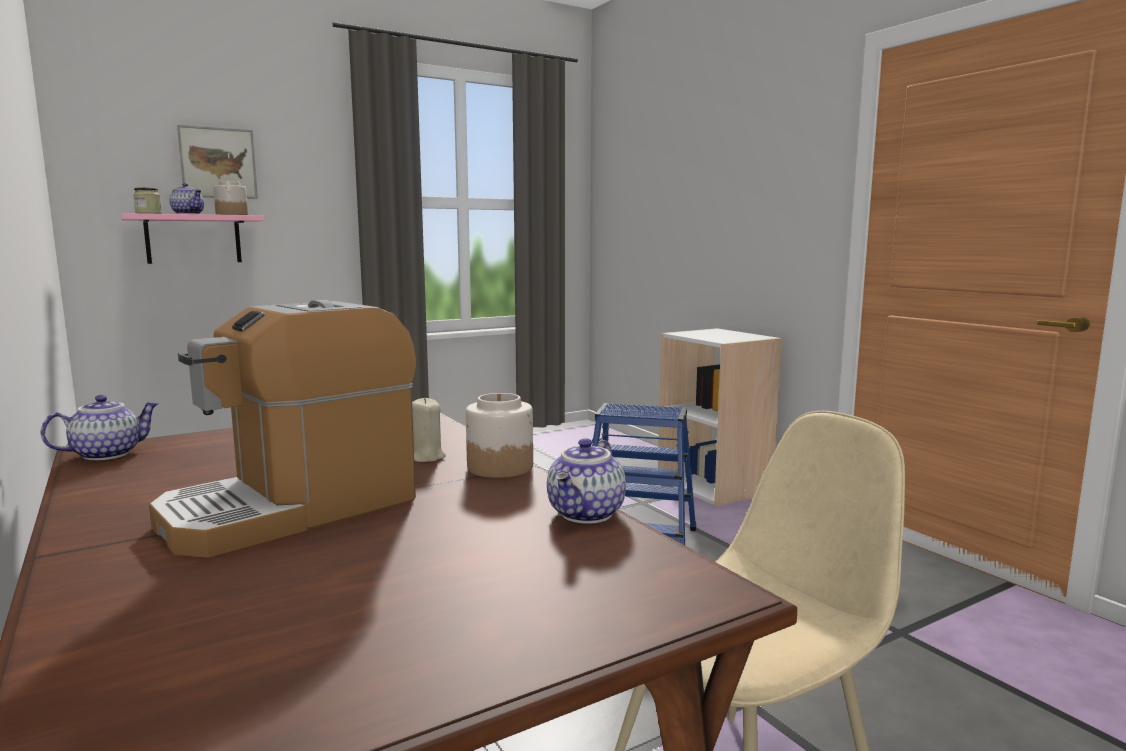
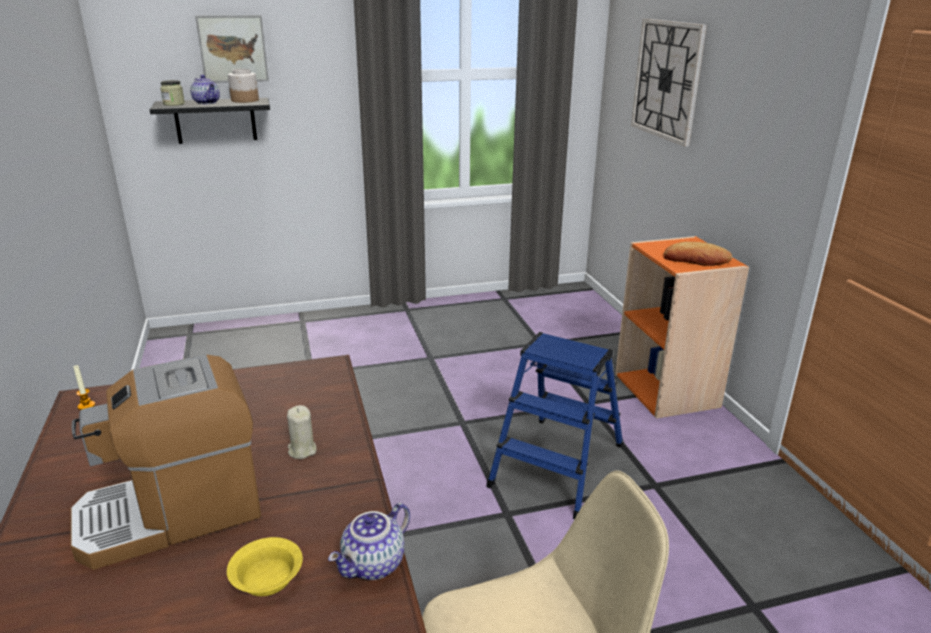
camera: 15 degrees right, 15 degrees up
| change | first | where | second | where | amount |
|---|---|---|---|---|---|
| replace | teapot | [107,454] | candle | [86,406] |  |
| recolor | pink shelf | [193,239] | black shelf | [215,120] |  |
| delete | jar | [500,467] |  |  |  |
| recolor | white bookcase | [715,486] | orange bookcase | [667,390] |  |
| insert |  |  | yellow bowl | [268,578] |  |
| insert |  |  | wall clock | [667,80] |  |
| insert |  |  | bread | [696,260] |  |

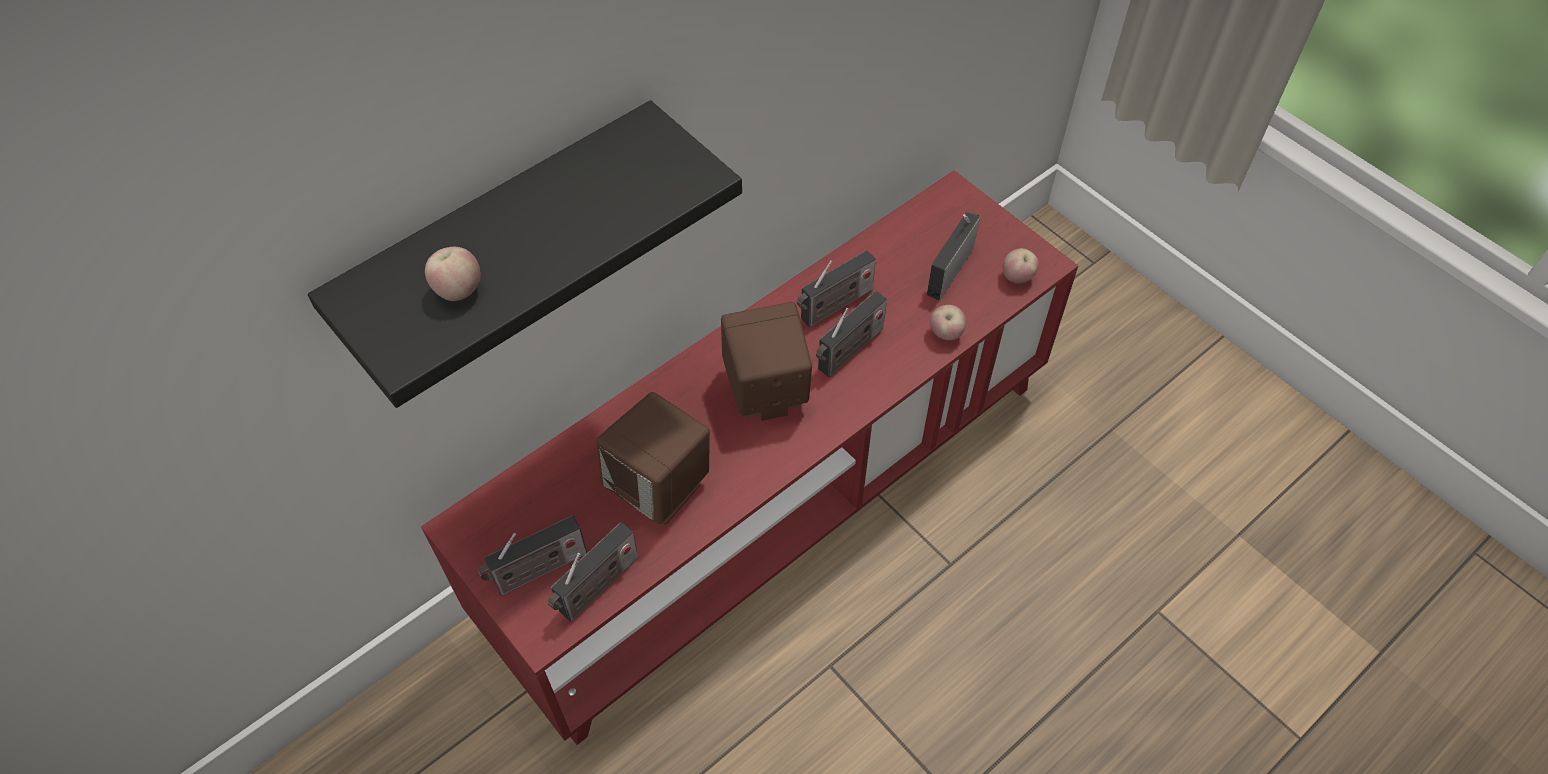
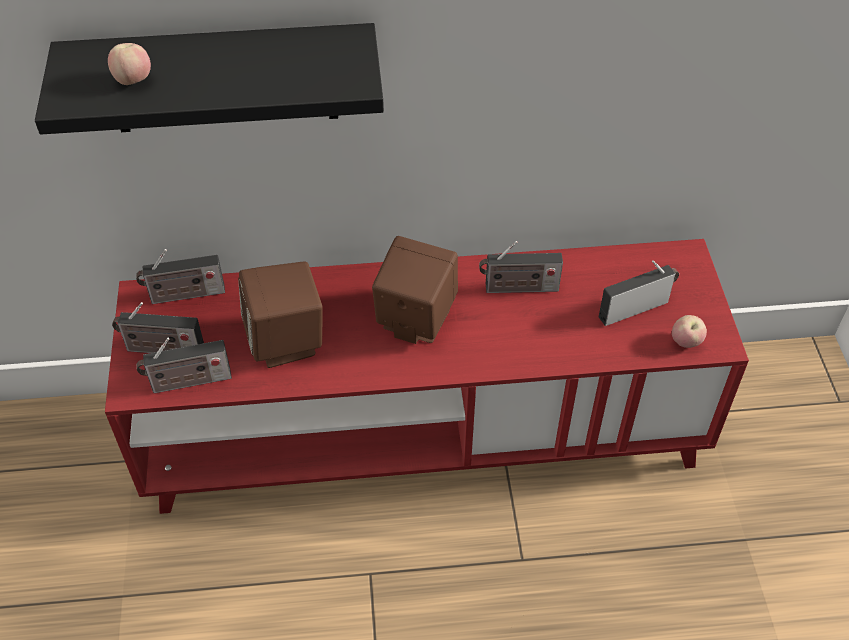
camera: 35 degrees right, 5 degrees down
| change | first | where | second | where | amount |
|---|---|---|---|---|---|
| move | radio | [849,352] |  | [184,295] |  |
| delete | apple | [945,334] |  |  |  |

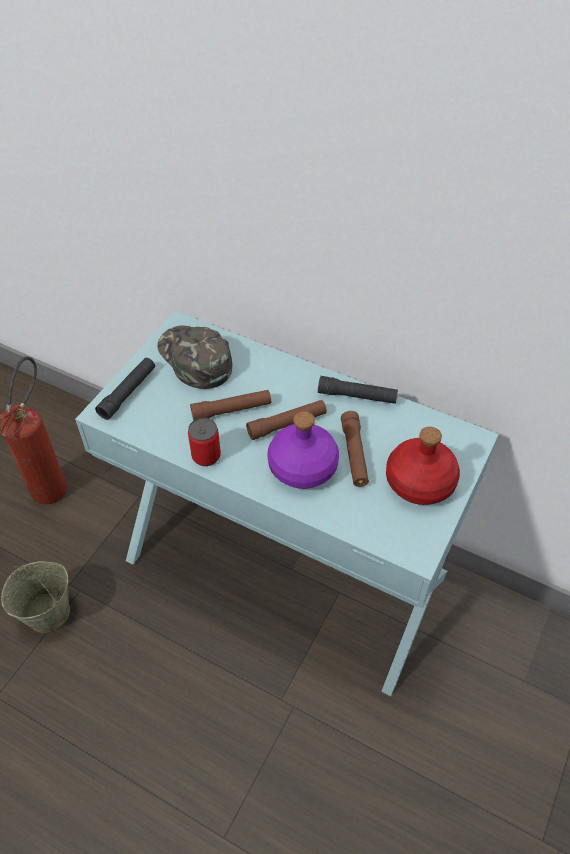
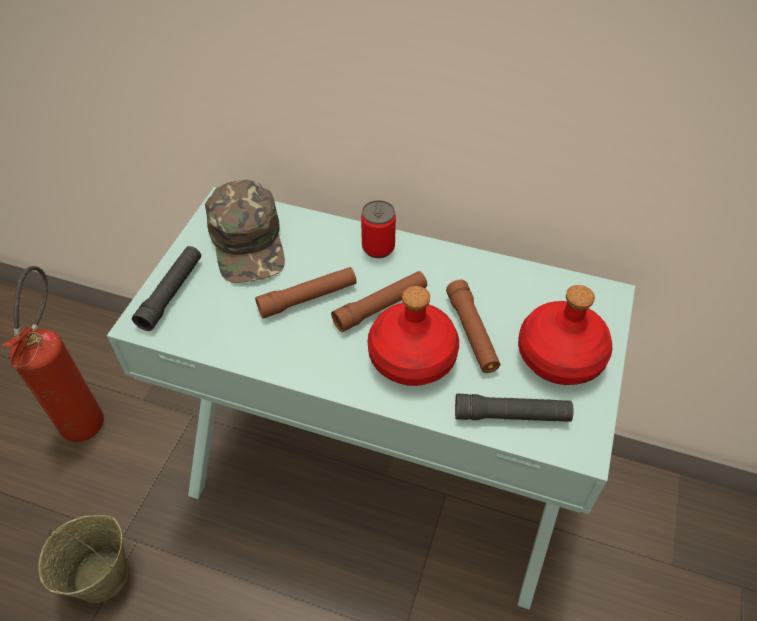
camera: 10 degrees left, 0 degrees up
| change | first | where | second | where | amount |
|---|---|---|---|---|---|
| rotate | green cap | [194,359] |  | [248,241] | 150 degrees counterclockwise |
| move | can | [206,456] |  | [378,247] |  |
| recolor | purple bottle | [302,467] | red bottle | [411,358] |  |
| move | black flashlight | [357,396] |  | [511,415] |  |

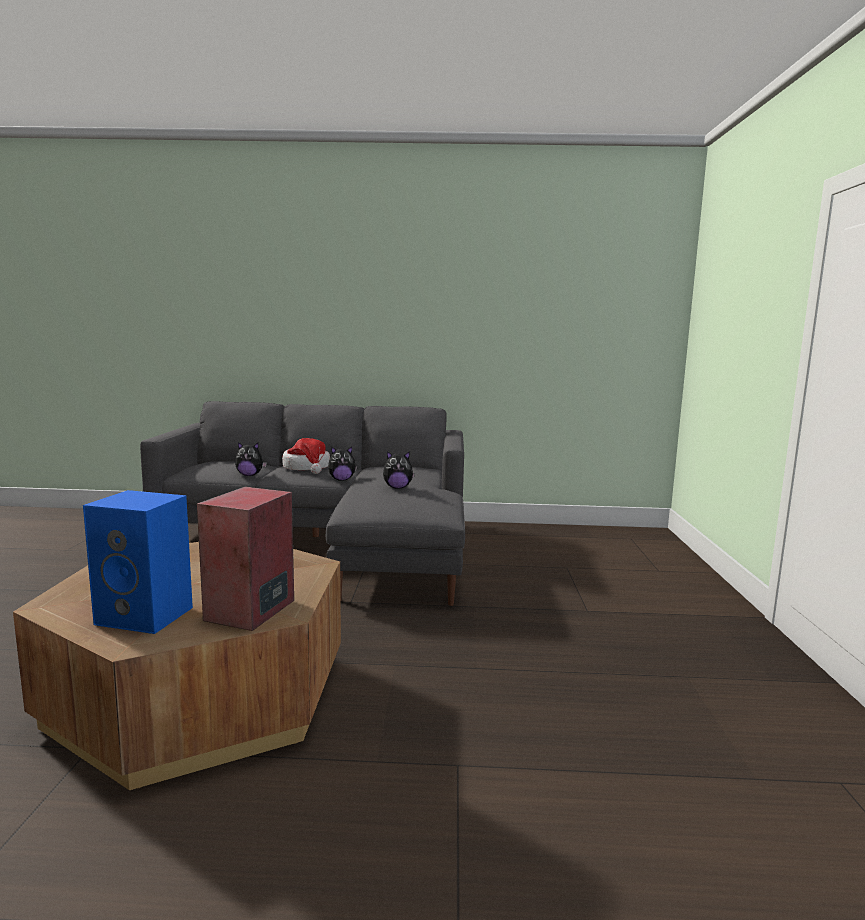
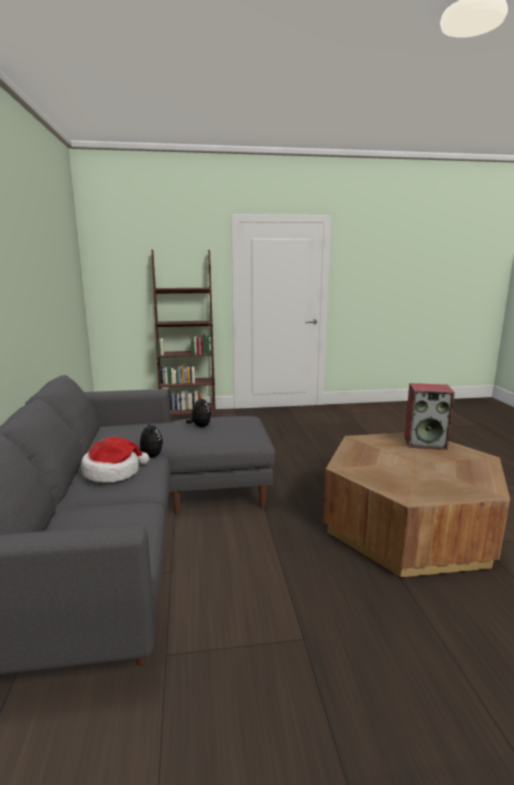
camera: 100 degrees left, 5 degrees up
| change | first | where | second | where | amount |
|---|---|---|---|---|---|
| delete | blue speaker | [147,615] |  |  |  |
| delete | plush toy | [250,475] |  |  |  |
| insert |  |  | brown bookcase | [188,416] |  |

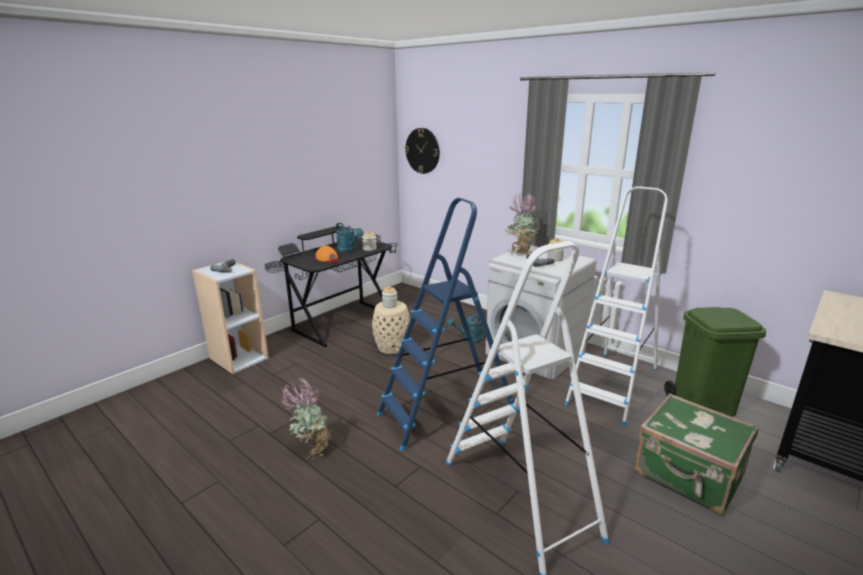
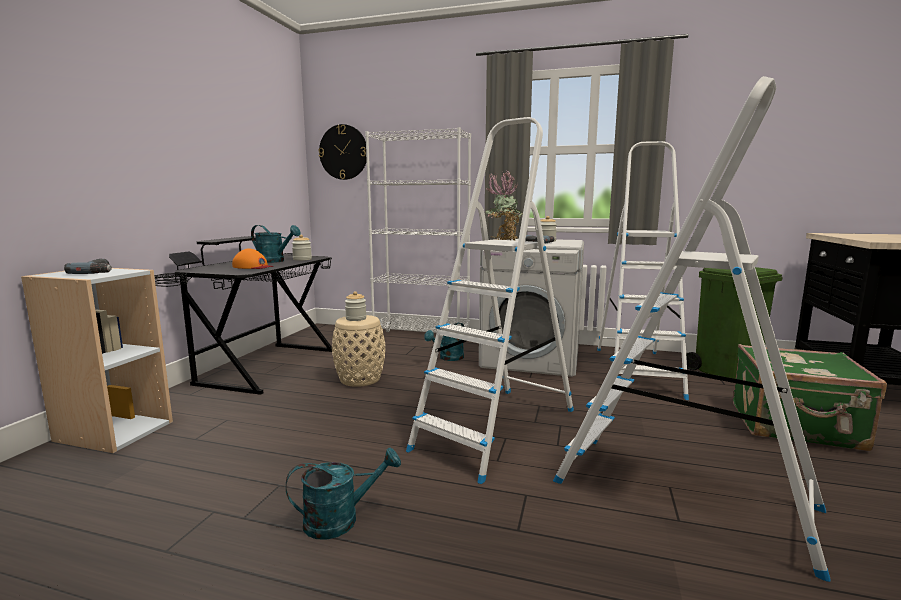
camera: 25 degrees left, 10 degrees down
| change | first | where | second | where | amount |
|---|---|---|---|---|---|
| replace | potted plant | [311,449] | turquoise watering can | [341,520] |  |
| recolor | blue step ladder | [446,413] | white step ladder | [497,429] |  |
| insert |  |  | white bookcase | [421,339] |  |

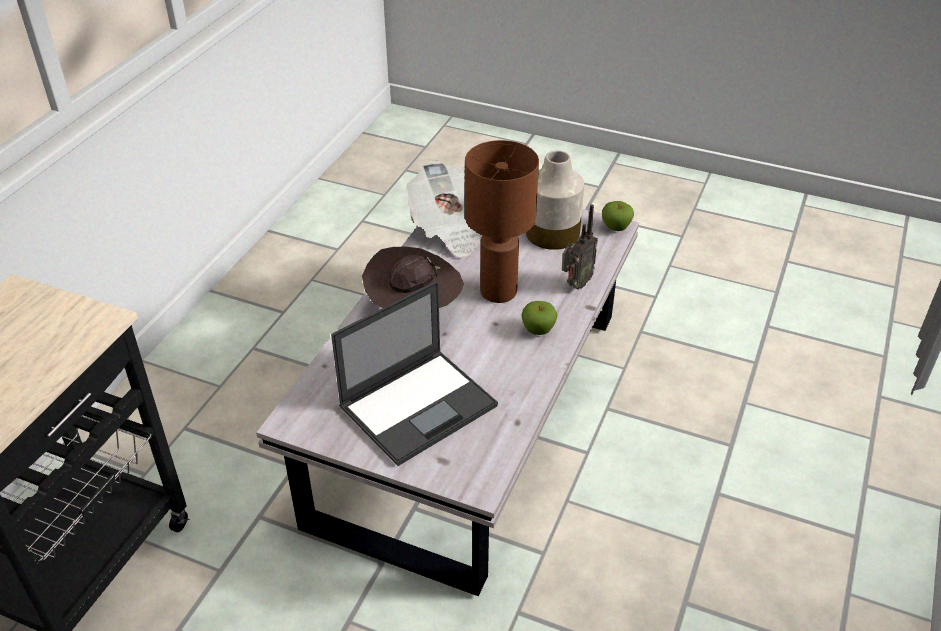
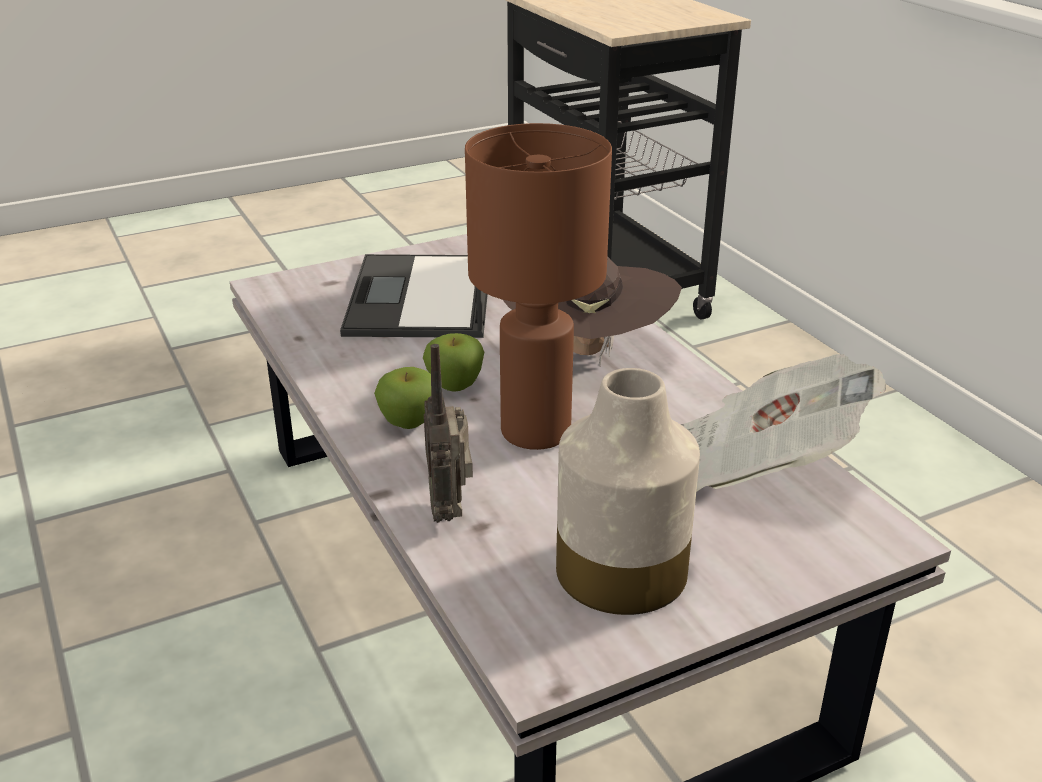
camera: 130 degrees right, 10 degrees down
| change | first | where | second | where | amount |
|---|---|---|---|---|---|
| move | apple | [616,228] |  | [455,386] |  |

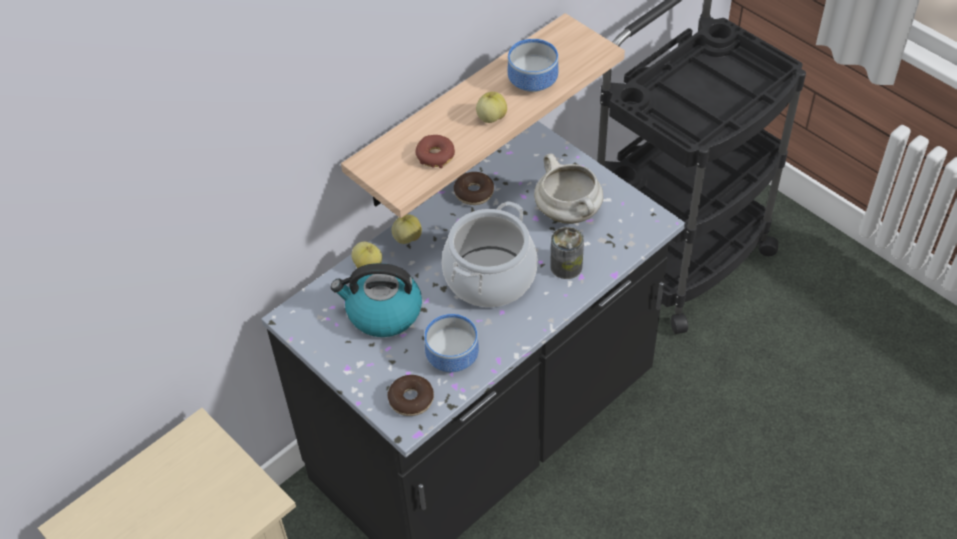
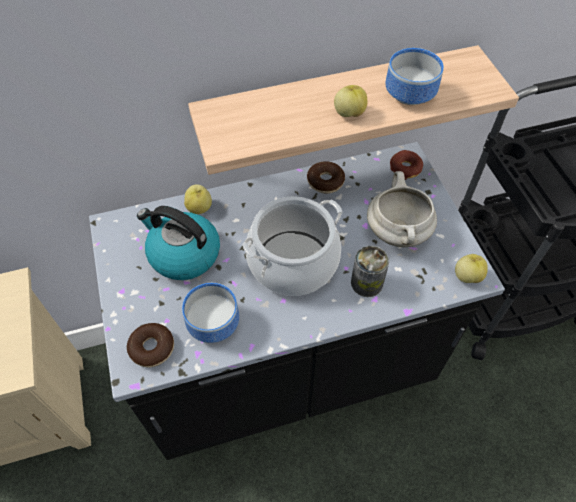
camera: 25 degrees right, 5 degrees up
| change | first | where | second | where | amount |
|---|---|---|---|---|---|
| move | apple | [407,238] |  | [467,276] |  |
| move | donut | [435,156] |  | [405,168] |  |

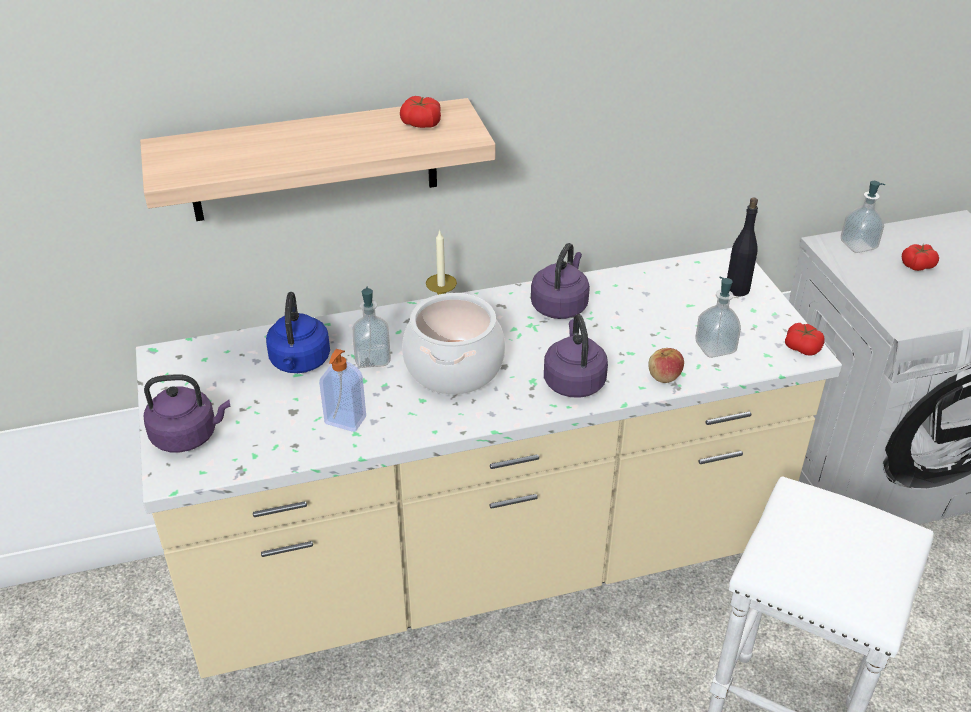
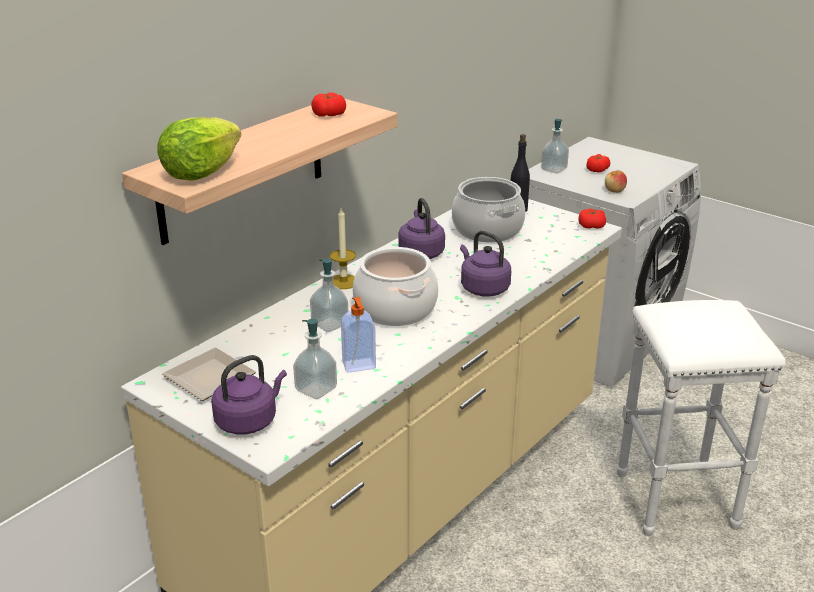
camera: 35 degrees left, 10 degrees down
| change | first | where | second | where | amount |
|---|---|---|---|---|---|
| delete | blue kettle | [300,363] |  |  |  |
| move | apple | [664,376] |  | [614,190] |  |
| move | soap dispenser | [715,347] |  | [316,389] |  |
| insert |  |  | lettuce | [200,173] |  |
| insert |  |  | plate | [210,376] |  |
| insert |  |  | cooking pot | [487,230] |  |

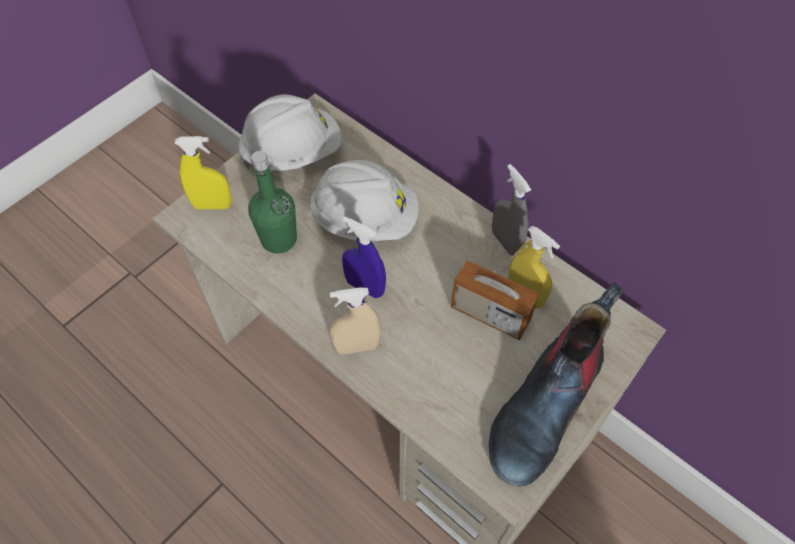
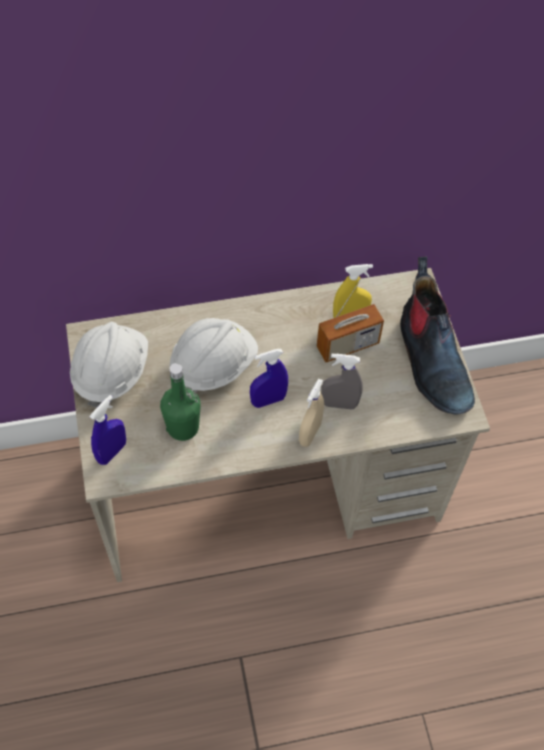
camera: 55 degrees left, 0 degrees up
| change | first | where | second | where | amount |
|---|---|---|---|---|---|
| recolor | yellow spray bottle | [212,205] | blue spray bottle | [112,452] |  |
| move | grey spray bottle | [505,242] |  | [339,404] |  |

